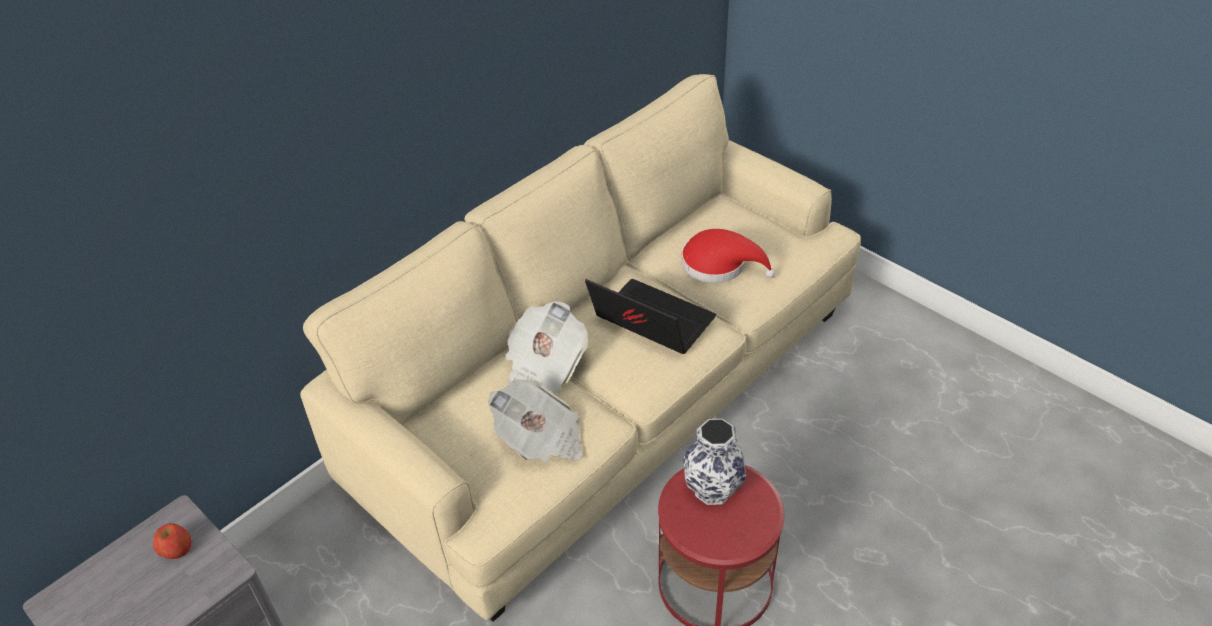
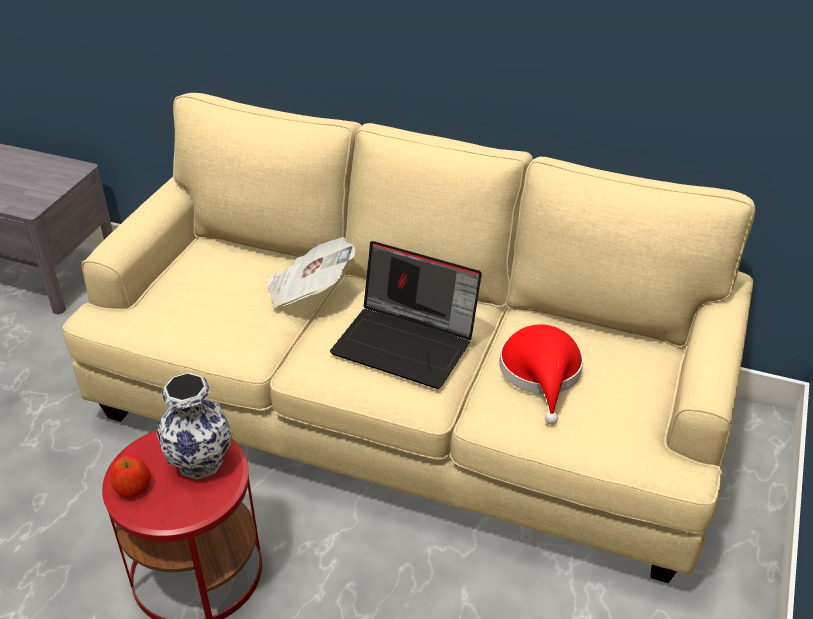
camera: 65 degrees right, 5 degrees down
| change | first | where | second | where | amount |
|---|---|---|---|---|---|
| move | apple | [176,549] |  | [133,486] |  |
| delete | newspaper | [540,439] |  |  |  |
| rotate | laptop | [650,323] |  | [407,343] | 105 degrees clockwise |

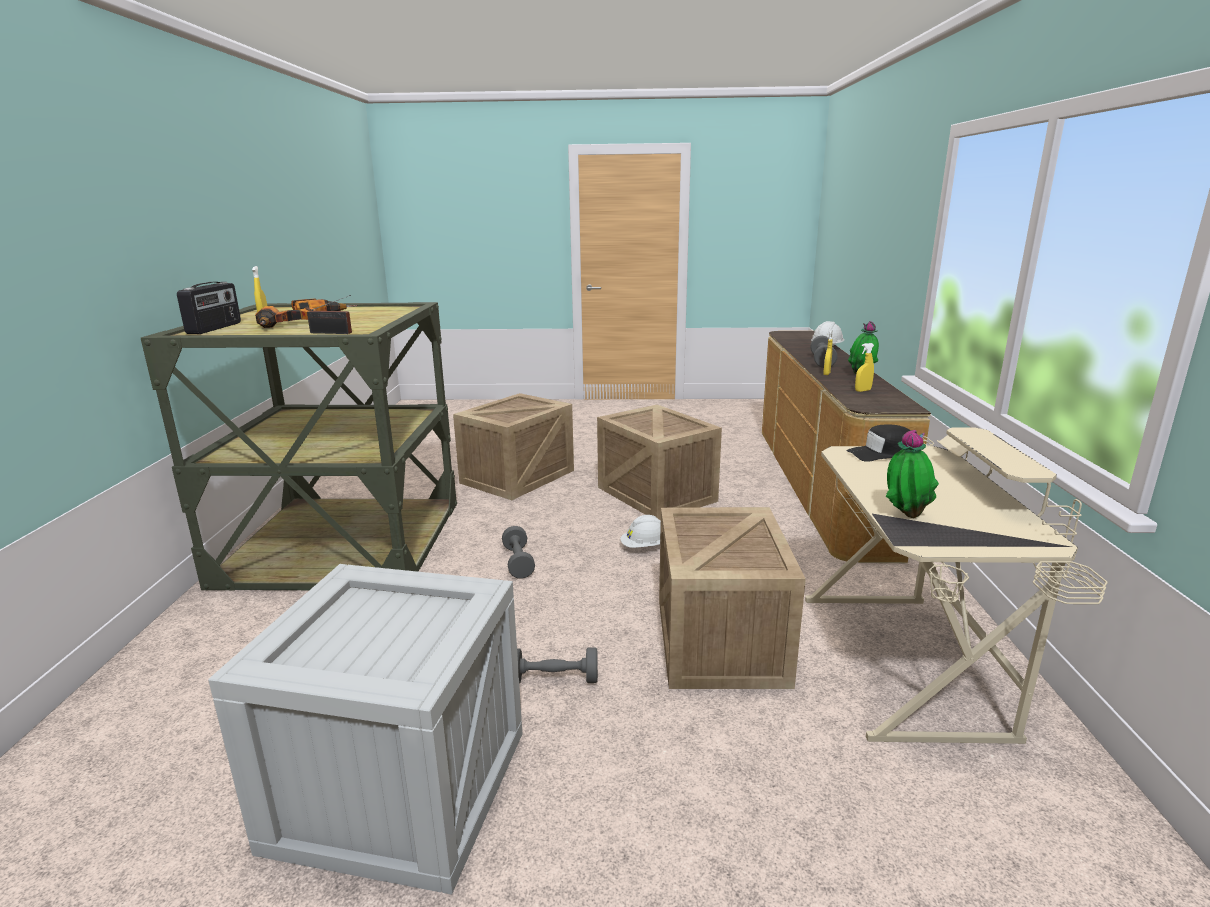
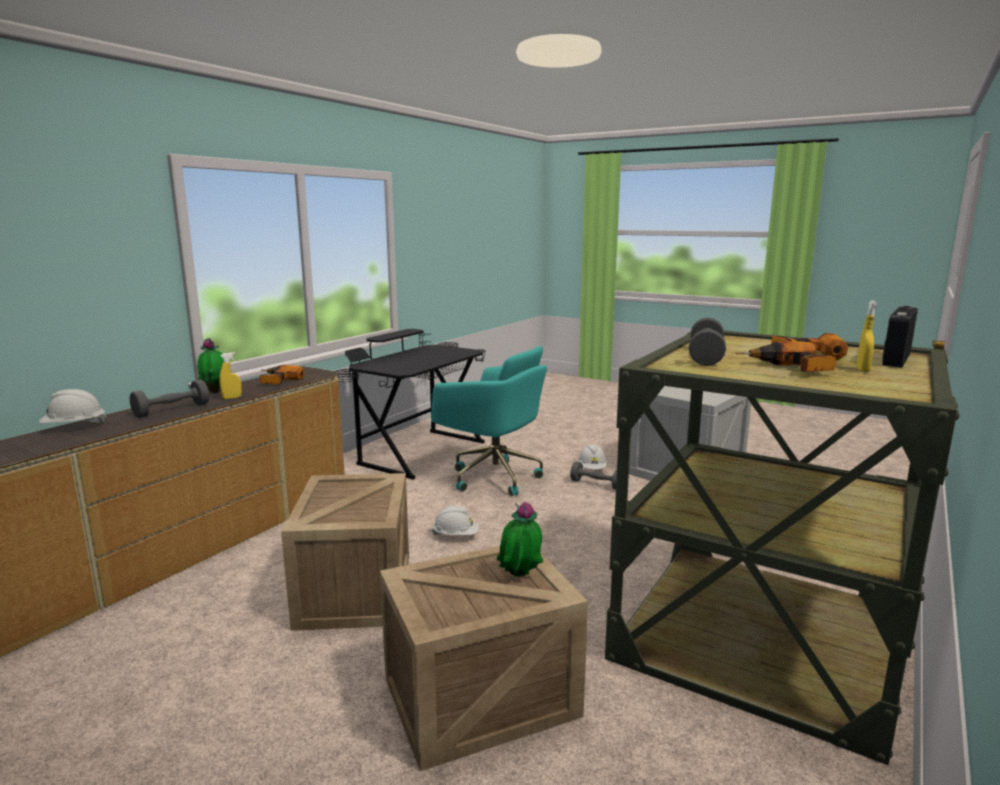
camera: 150 degrees left, 5 degrees down
| change | first | where | second | where | amount |
|---|---|---|---|---|---|
| delete | radio | [333,333] |  |  |  |
| move | grey dumbbell | [518,562] |  | [705,356] |  |
| replace | crate | [718,639] | turquoise office chair | [491,477] |  |
| recolor | beige desk | [907,661] | black desk | [420,452] |  |
| delete | black cap | [882,453] |  |  |  |
| replace | yellow spray bottle | [862,390] | power drill | [276,381] |  |
| move | potted plant | [905,515] |  | [520,578] |  |
| insert |  |  | white hard hat | [592,469] |  |

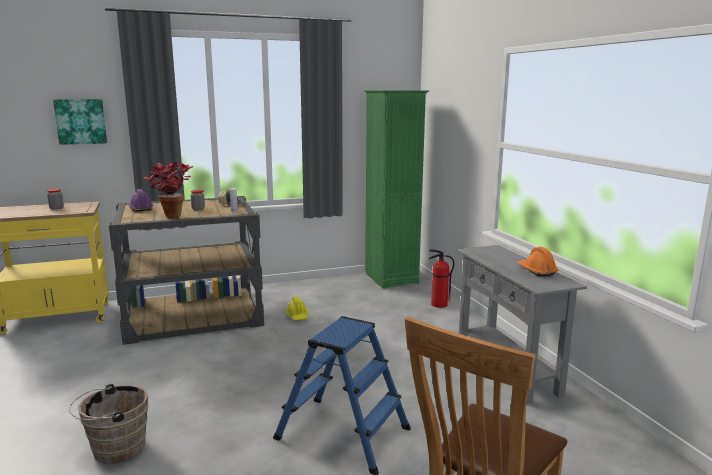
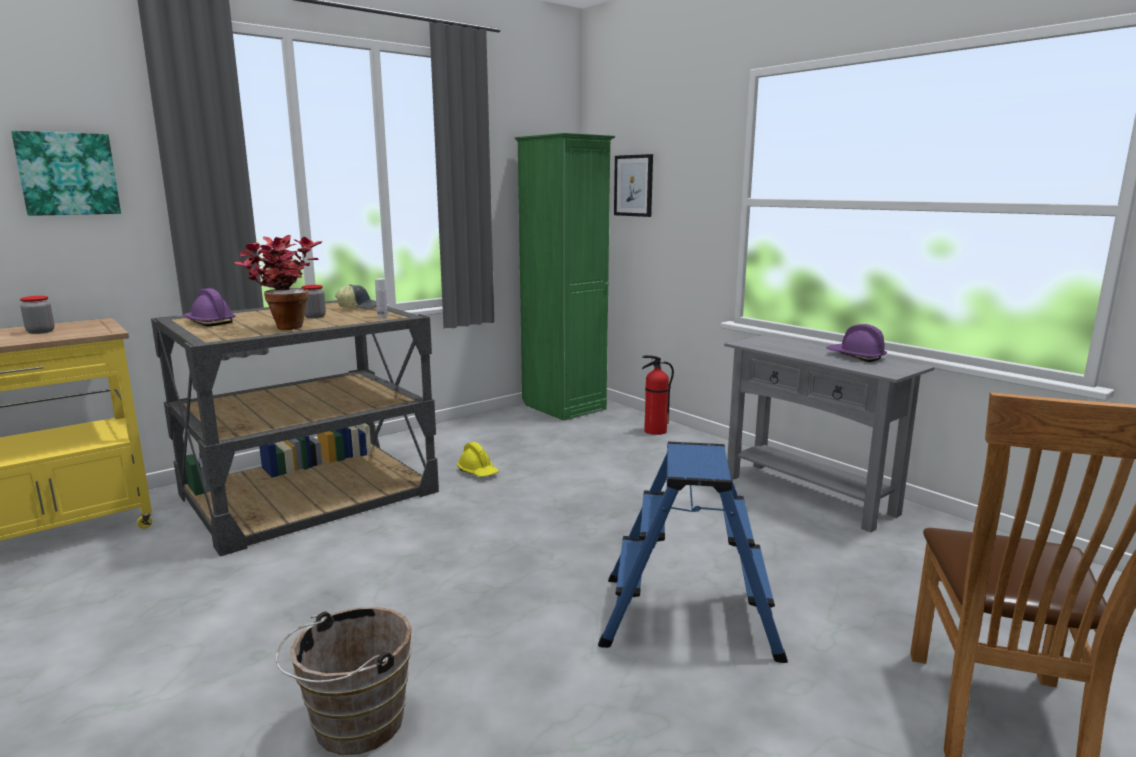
camera: 20 degrees left, 0 degrees up
| change | first | where | second | where | amount |
|---|---|---|---|---|---|
| recolor | orange hard hat | [536,271] | purple hard hat | [855,357] |  |
| insert |  |  | picture | [633,185] |  |

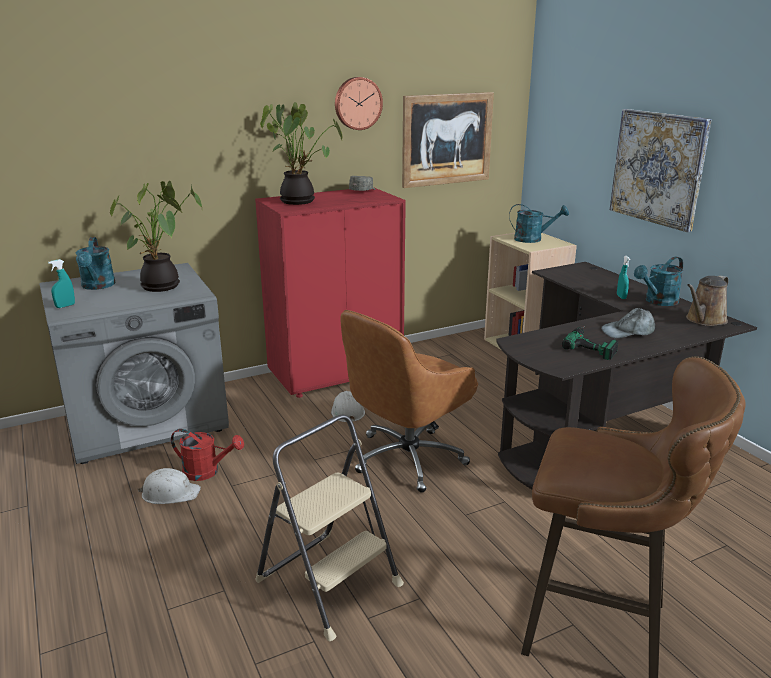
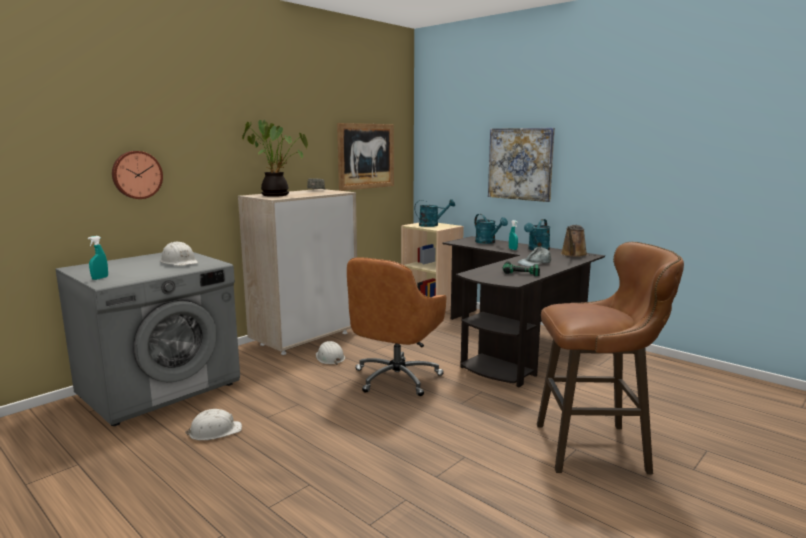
camera: 20 degrees left, 10 degrees down
| change | first | where | second | where | amount |
|---|---|---|---|---|---|
| move | turquoise watering can | [97,286] |  | [488,242] |  |
| replace | potted plant | [163,287] | white hard hat | [179,262] |  |
| delete | red watering can | [207,472] |  |  |  |
| recolor | red cabinet | [335,376] | beige cabinet | [305,338] |  |
| delete | beige step ladder | [325,579] |  |  |  |
| move | wall clock | [357,103] |  | [136,175] |  |

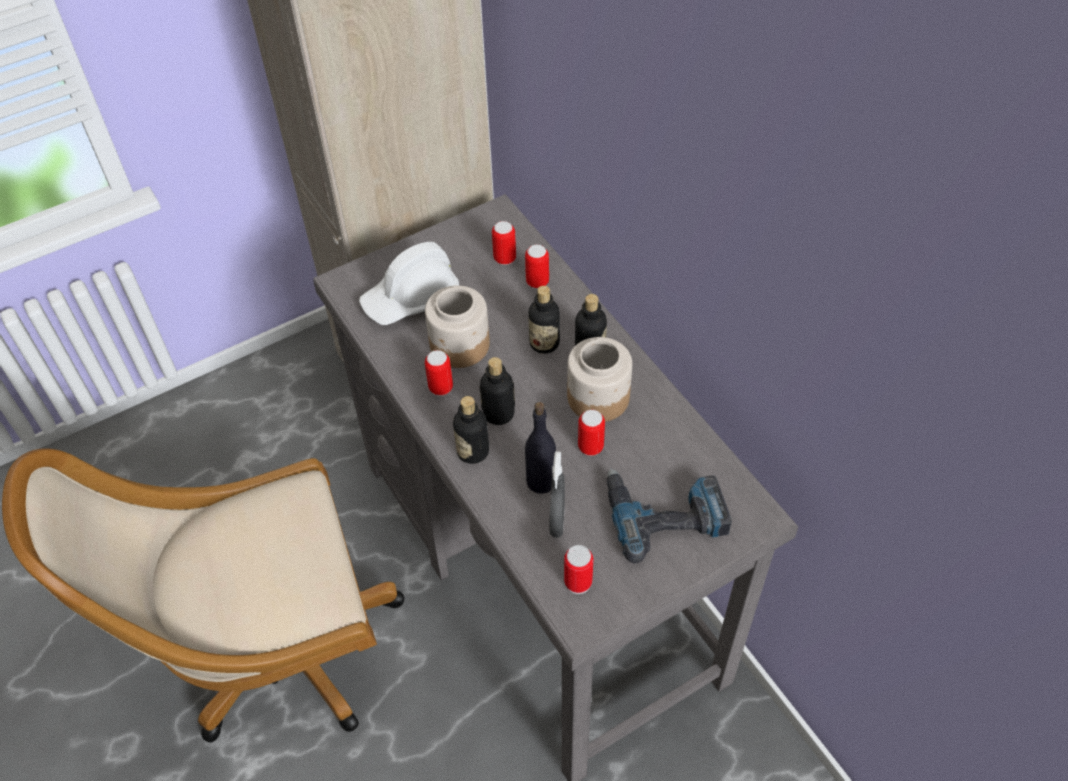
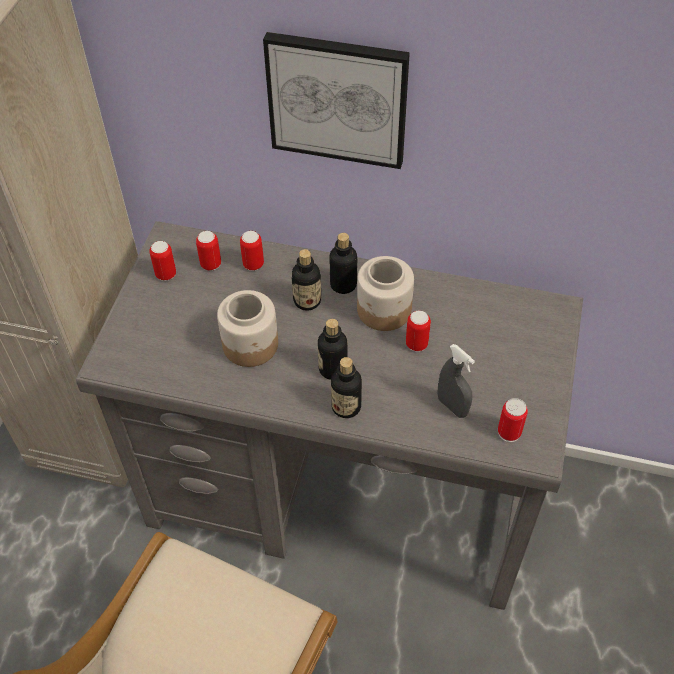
camera: 45 degrees left, 0 degrees up
| change | first | where | second | where | amount |
|---|---|---|---|---|---|
| delete | white hard hat | [411,298] |  |  |  |
| move | can | [441,387] |  | [166,274] |  |
| delete | black bottle | [541,481] |  |  |  |
| delete | power drill | [664,513] |  |  |  |
| insert |  |  | picture | [337,99] |  |

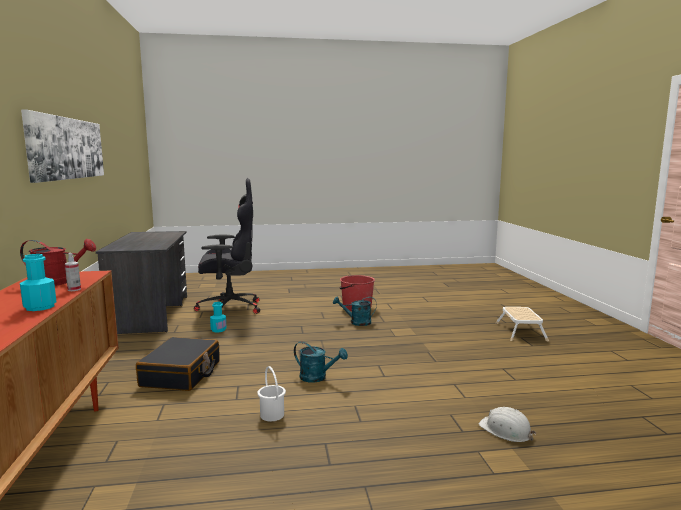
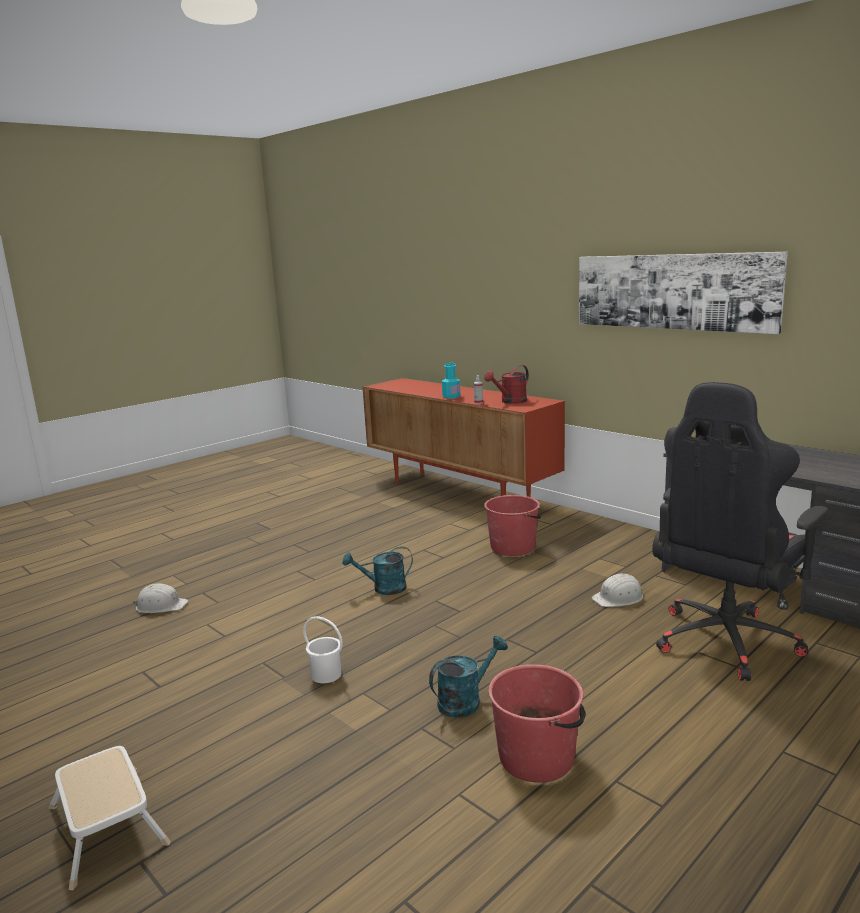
camera: 145 degrees right, 5 degrees up
| change | first | where | second | where | amount |
|---|---|---|---|---|---|
| replace | black suitcase | [181,374] | red bucket | [513,547] |  |
| replace | turquoise bottle | [218,330] | white hard hat | [618,598] |  |
| move | white bucket | [271,415] |  | [326,674] |  |

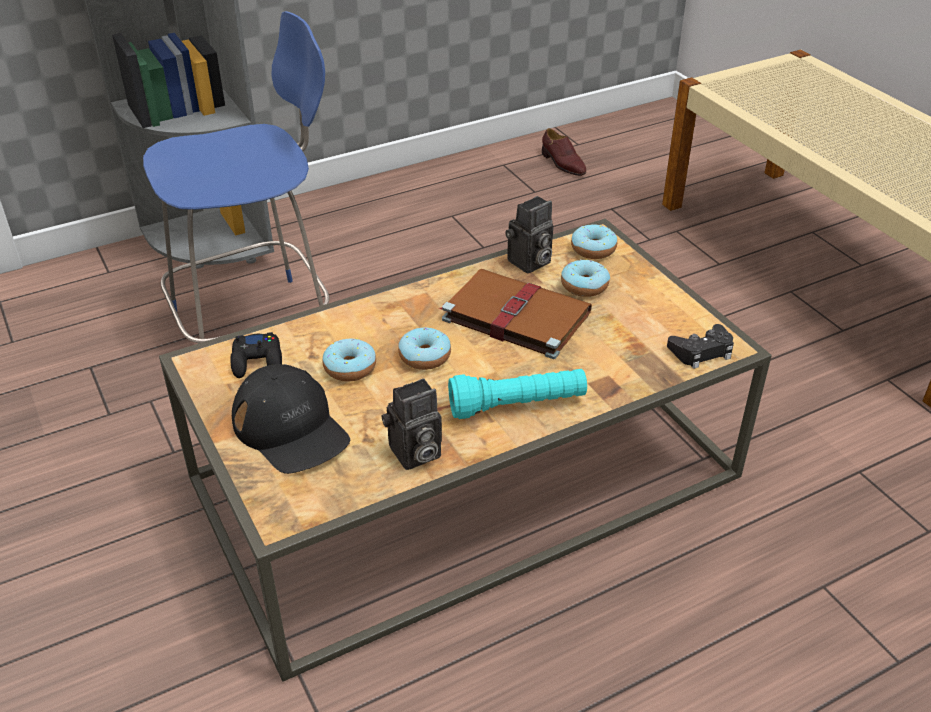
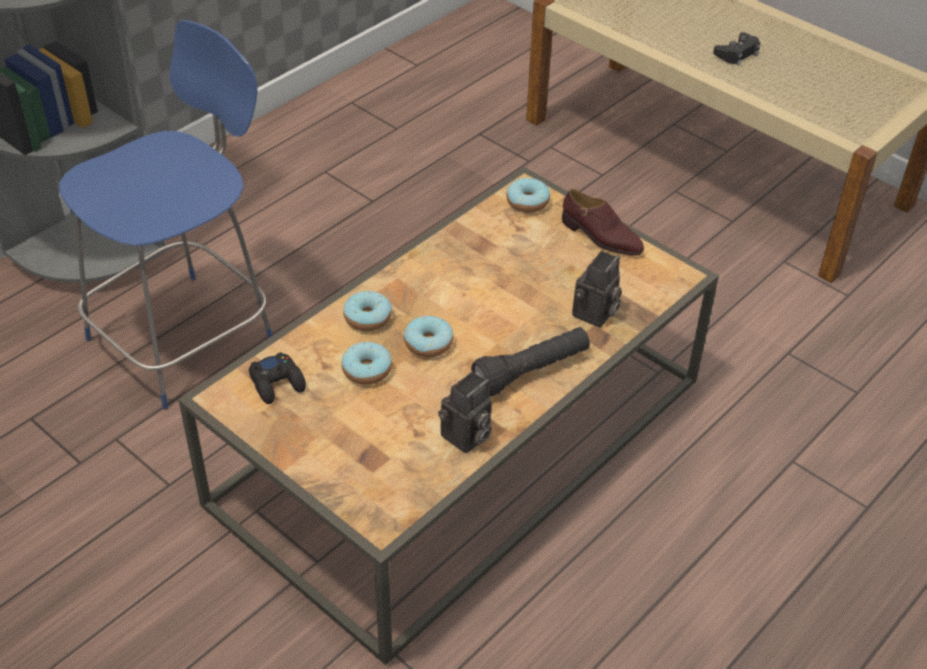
camera: 20 degrees left, 5 degrees up
| change | first | where | second | where | amount |
|---|---|---|---|---|---|
| delete | black cap | [291,428] |  |  |  |
| delete | brown book | [513,316] |  |  |  |
| recolor | turquoise flashlight | [517,405] | black flashlight | [531,371] |  |
| move | photo camera | [529,263] |  | [595,315] |  |
| move | brown shoe | [562,164] |  | [601,237] |  |
| move | donut | [584,286] |  | [368,318] |  |
| move | black game controller | [701,351] |  | [737,54] |  |

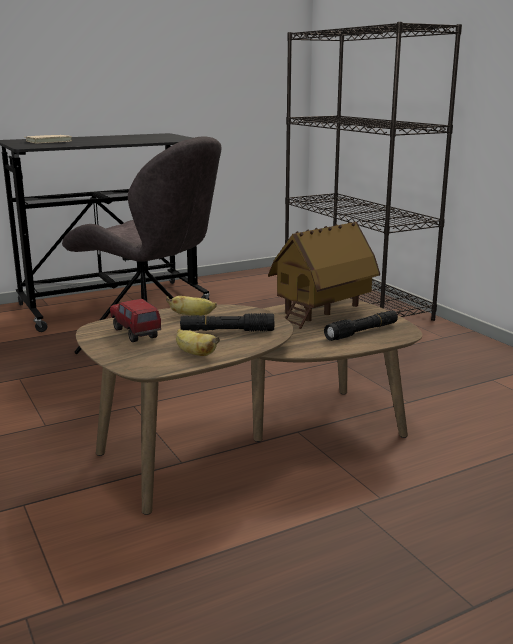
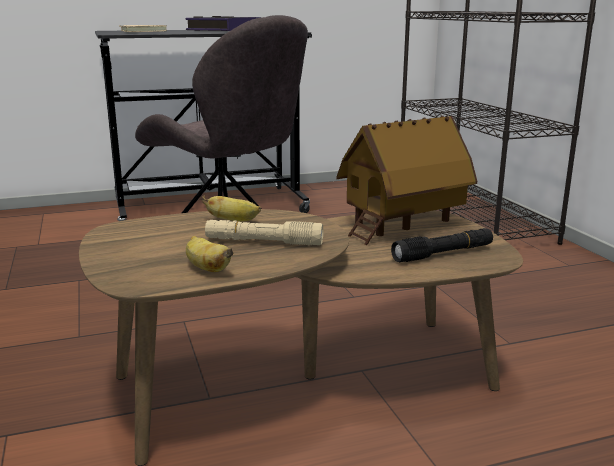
camera: 10 degrees right, 0 degrees up
| change | first | where | second | where | amount |
|---|---|---|---|---|---|
| delete | toy truck | [135,334] |  |  |  |
| recolor | black flashlight | [227,331] | beige flashlight | [263,242] |  |
| insert |  |  | book | [224,30] |  |

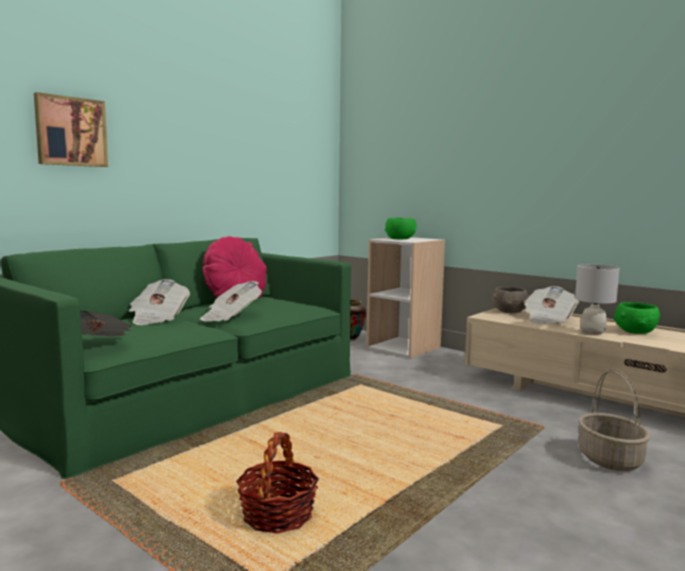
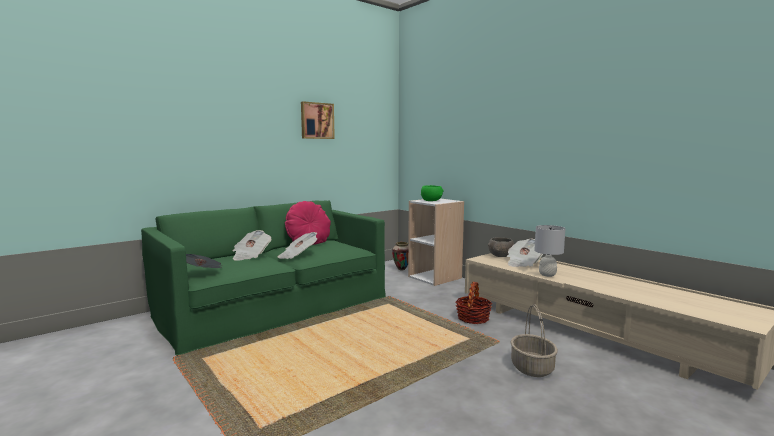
camera: 10 degrees right, 0 degrees up
| change | first | where | second | where | amount |
|---|---|---|---|---|---|
| move | picture | [70,132] |  | [317,121] |  |
| move | basket | [277,514] |  | [473,318] |  |
| delete | green bowl | [635,332] |  |  |  |

